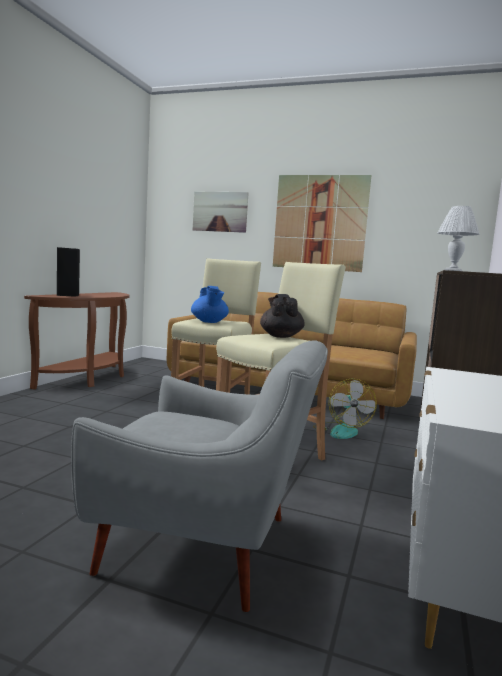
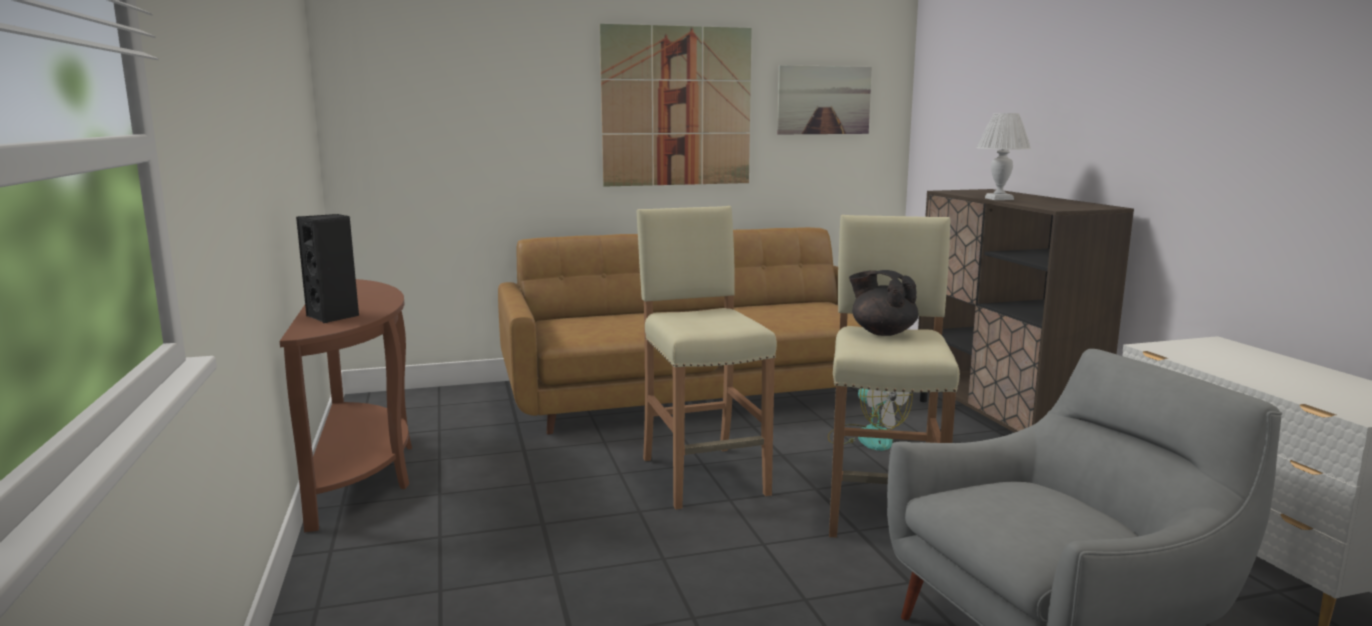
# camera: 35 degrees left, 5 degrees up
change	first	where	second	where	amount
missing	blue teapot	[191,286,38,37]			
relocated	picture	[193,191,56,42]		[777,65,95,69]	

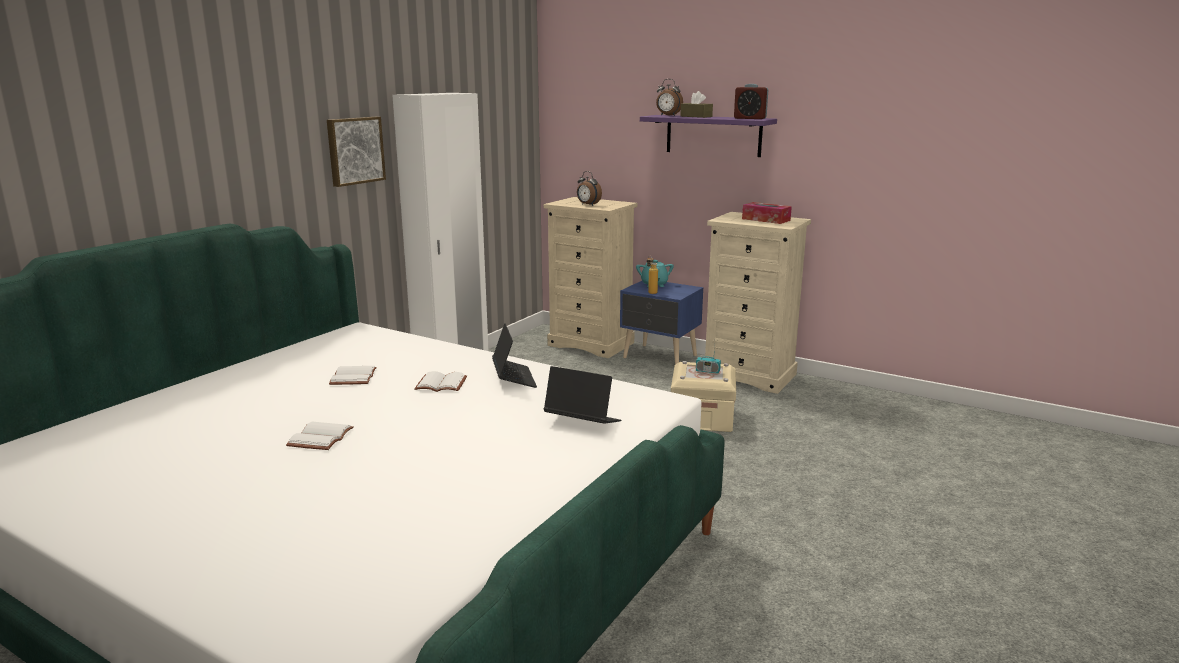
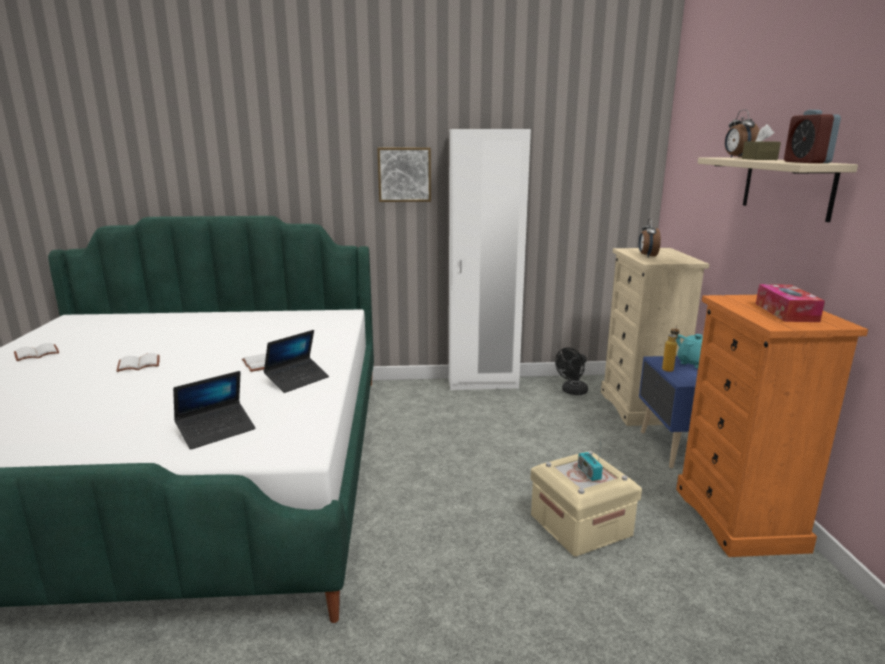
# camera: 55 degrees right, 0 degrees up
change	first	where	second	where	amount
appeared			black fan	[555,348,33,47]	
relocated	white book	[329,366,48,19]		[14,343,45,18]	
colour	purple shelf	[640,115,137,42]	beige shelf	[698,158,160,64]	
colour	beige dresser	[705,212,106,182]	orange dresser	[676,295,192,262]	
spun	laptop	[544,366,77,58]		[173,371,83,79]	60 degrees clockwise

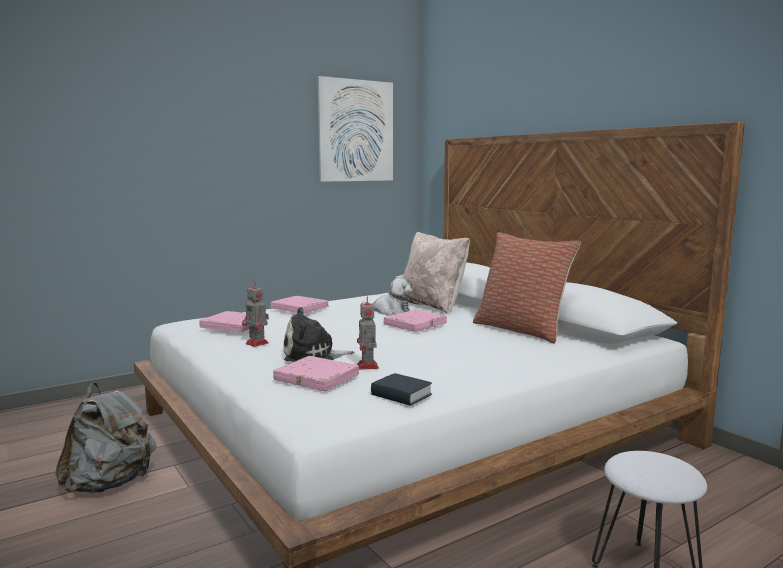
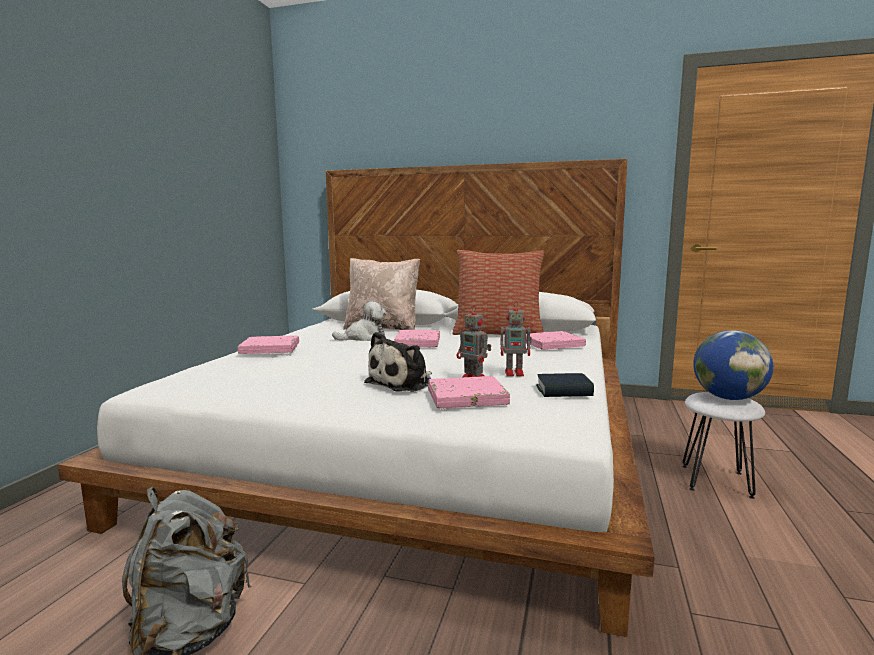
# camera: 40 degrees left, 0 degrees up
change	first	where	second	where	amount
missing	picture	[318,76,75,106]			
appeared			globe	[693,330,80,70]	
relocated	pink book	[199,311,68,21]		[526,331,60,19]	
relocated	toy robot	[242,280,27,67]		[500,301,32,75]	

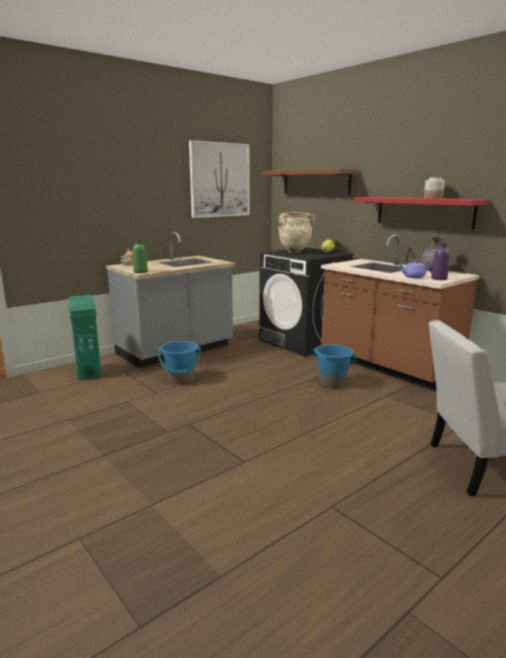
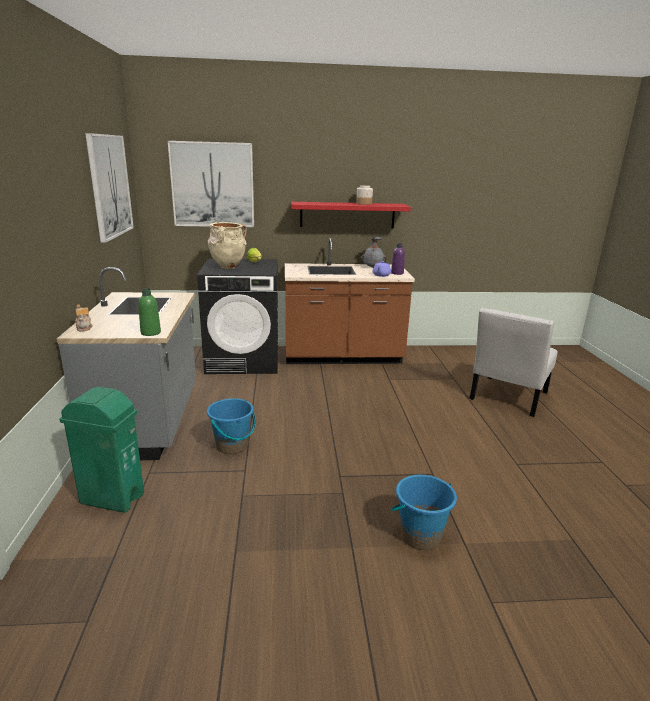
# camera: 55 degrees left, 5 degrees up
change	first	where	second	where	amount
relocated	blue bucket	[313,344,43,45]		[392,475,65,75]	
exchanged	brown shelf	[262,169,97,26]	picture	[168,141,86,86]	

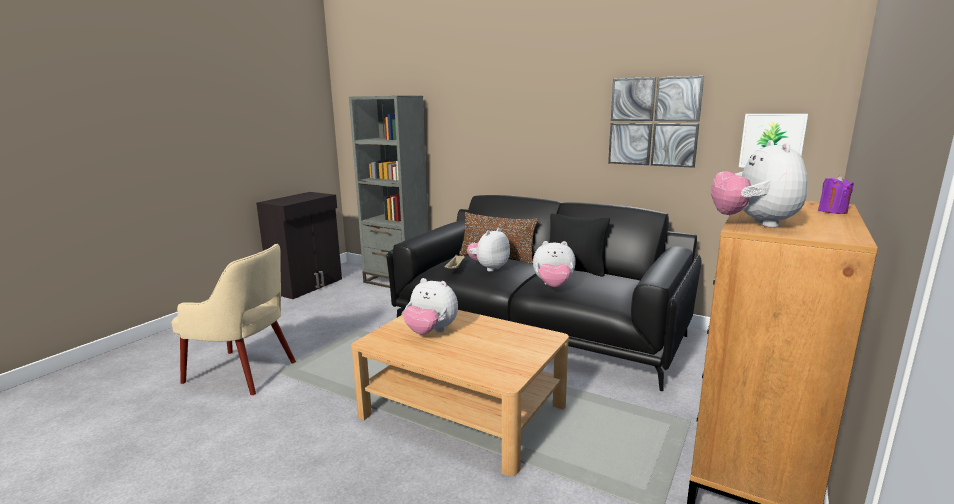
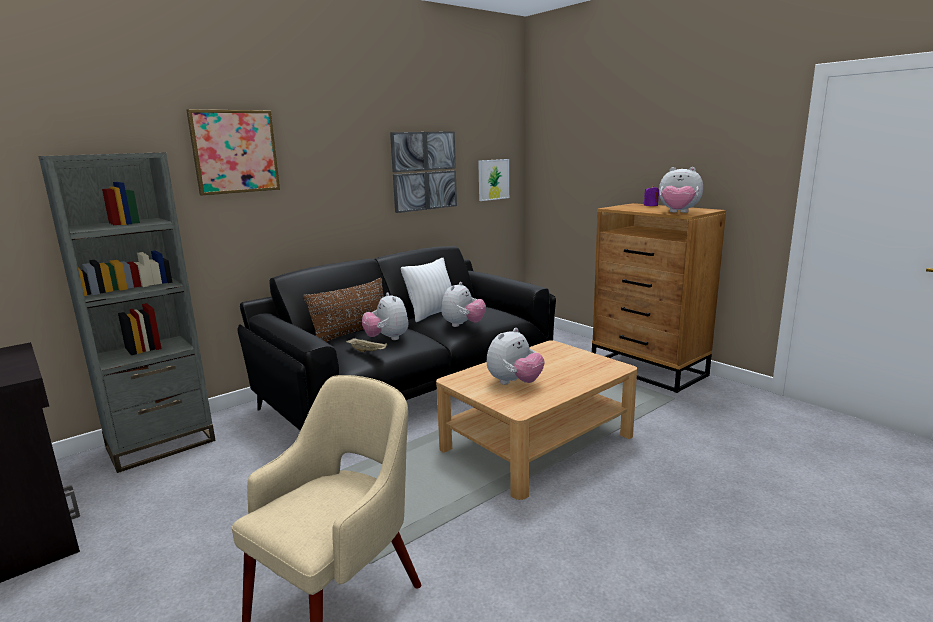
# camera: 70 degrees left, 0 degrees up
change	first	where	second	where	amount
appeared			picture	[186,109,94,86]	
colour	black pillow	[550,213,60,64]	white pillow	[401,258,51,64]	

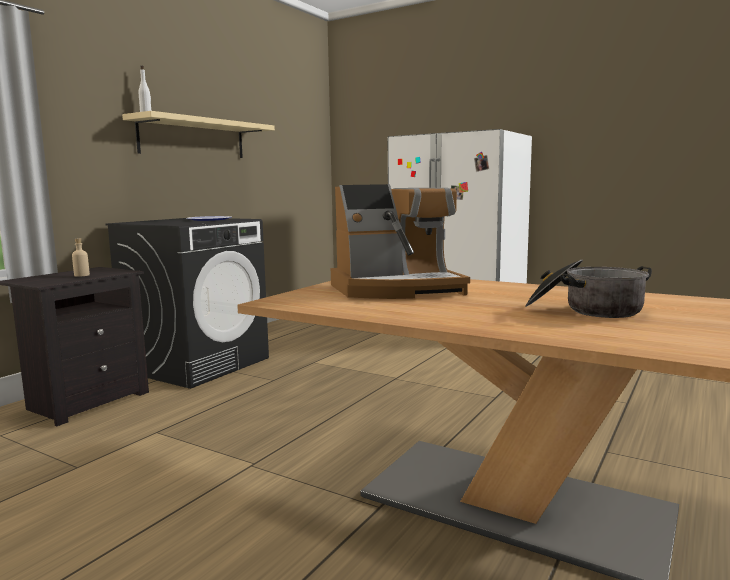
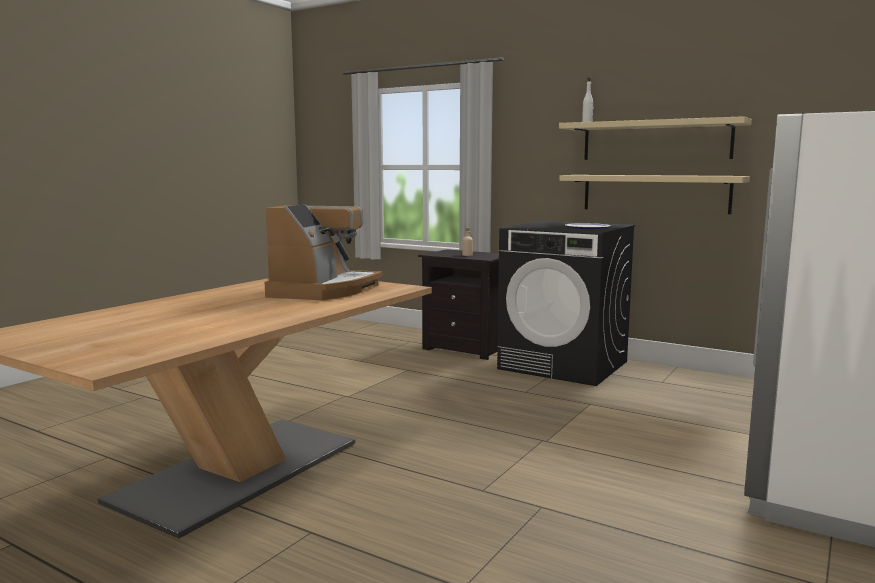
# camera: 90 degrees right, 0 degrees up
change	first	where	second	where	amount
missing	cooking pot	[525,260,127,58]			
appeared			beige shelf	[559,175,191,39]	
spun	coffee machine	[331,184,139,115]		[265,204,118,96]	150 degrees counterclockwise

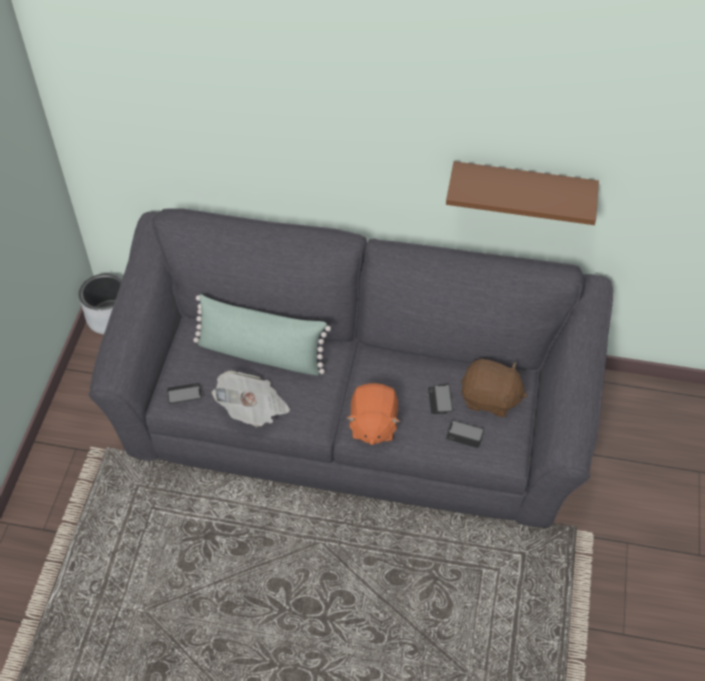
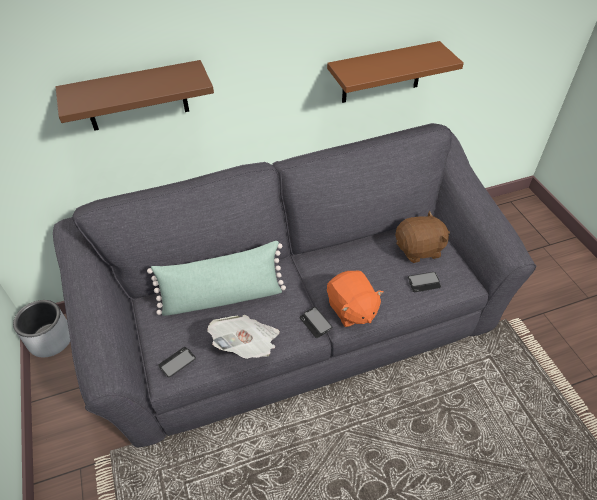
# camera: 30 degrees left, 5 degrees down
change	first	where	second	where	amount
appeared			brown shelf	[56,60,158,71]	
relocated	phone	[428,384,25,30]		[299,307,33,31]	

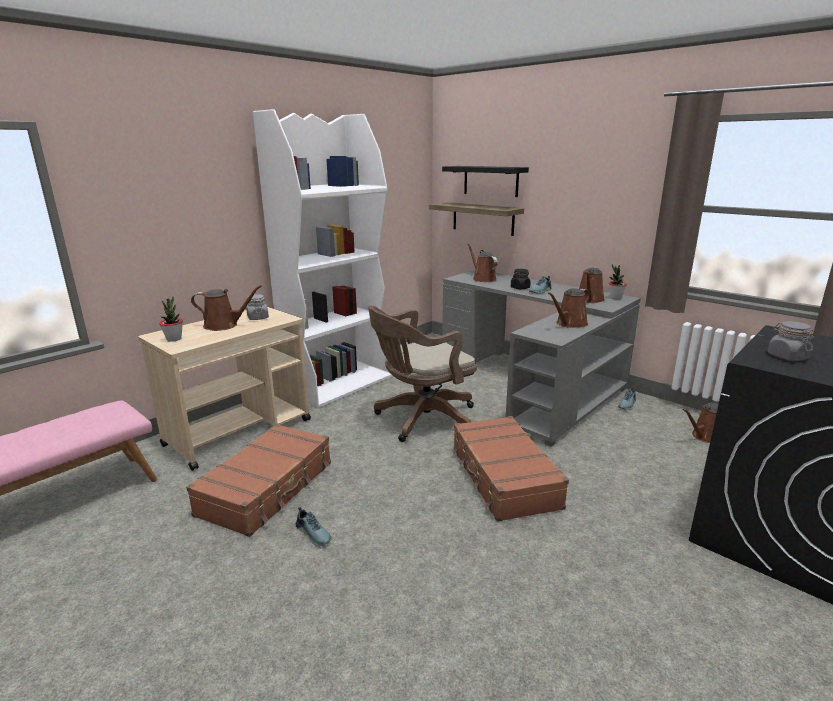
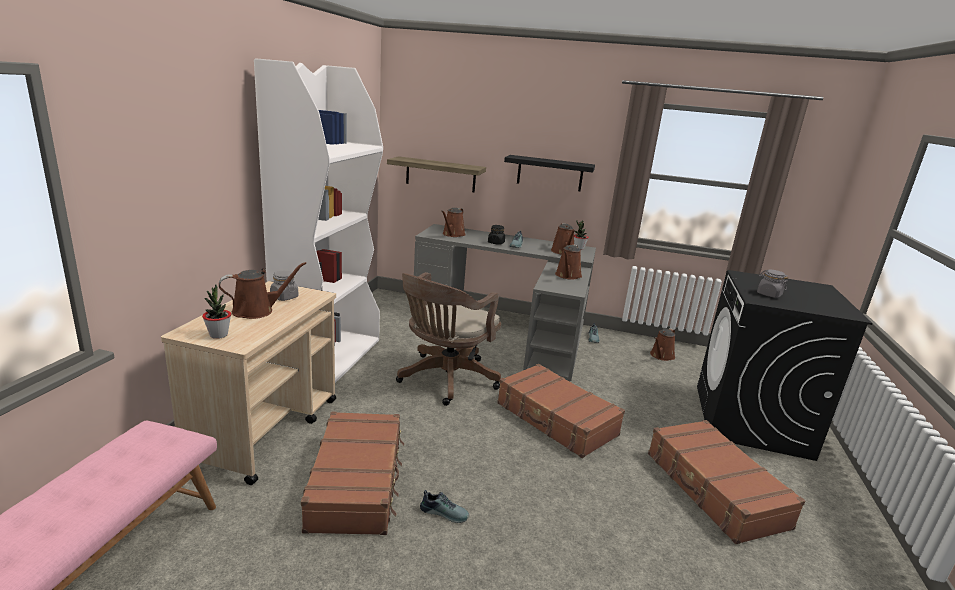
# camera: 30 degrees left, 0 degrees up
change	first	where	second	where	amount
appeared			brown suitcase	[648,420,157,124]	
relocated	black shelf	[442,166,87,31]		[504,155,91,36]	
spun	brown watering can	[467,244,31,38]		[441,208,25,29]	105 degrees counterclockwise

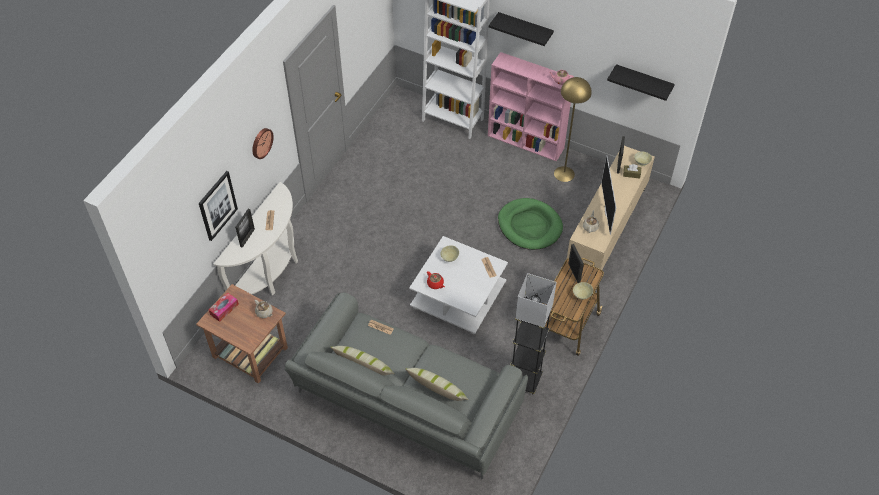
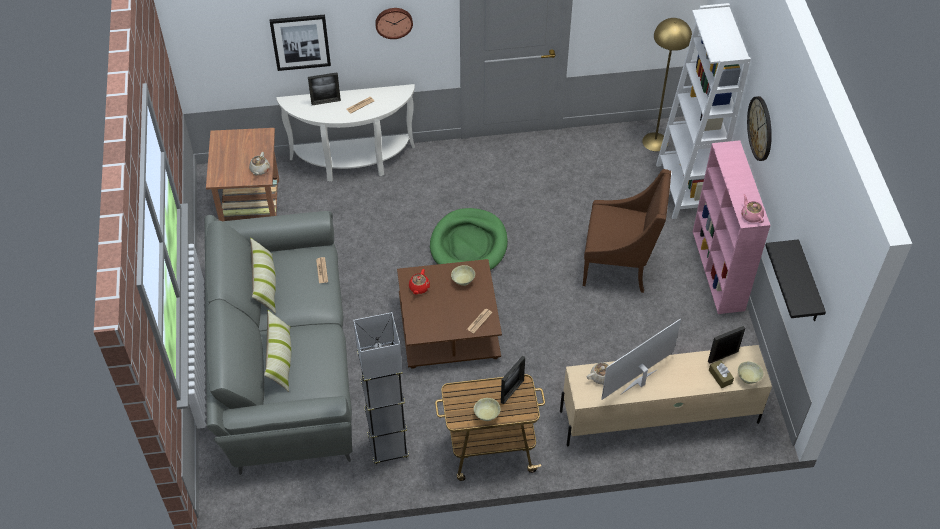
# camera: 55 degrees right, 0 degrees up
change	first	where	second	where	amount
missing	tissue box	[208,292,31,30]			
appeared			brown armchair	[583,169,88,124]	
relocated	green dog bed	[498,198,65,52]		[430,208,78,62]	
relocated	yellow floor lamp	[554,77,38,105]		[642,18,50,133]	
exchanged	black shelf	[489,12,65,34]	wall clock	[747,96,25,65]	
colour	white coffee table	[409,236,99,98]	brown coffee table	[397,259,105,110]	

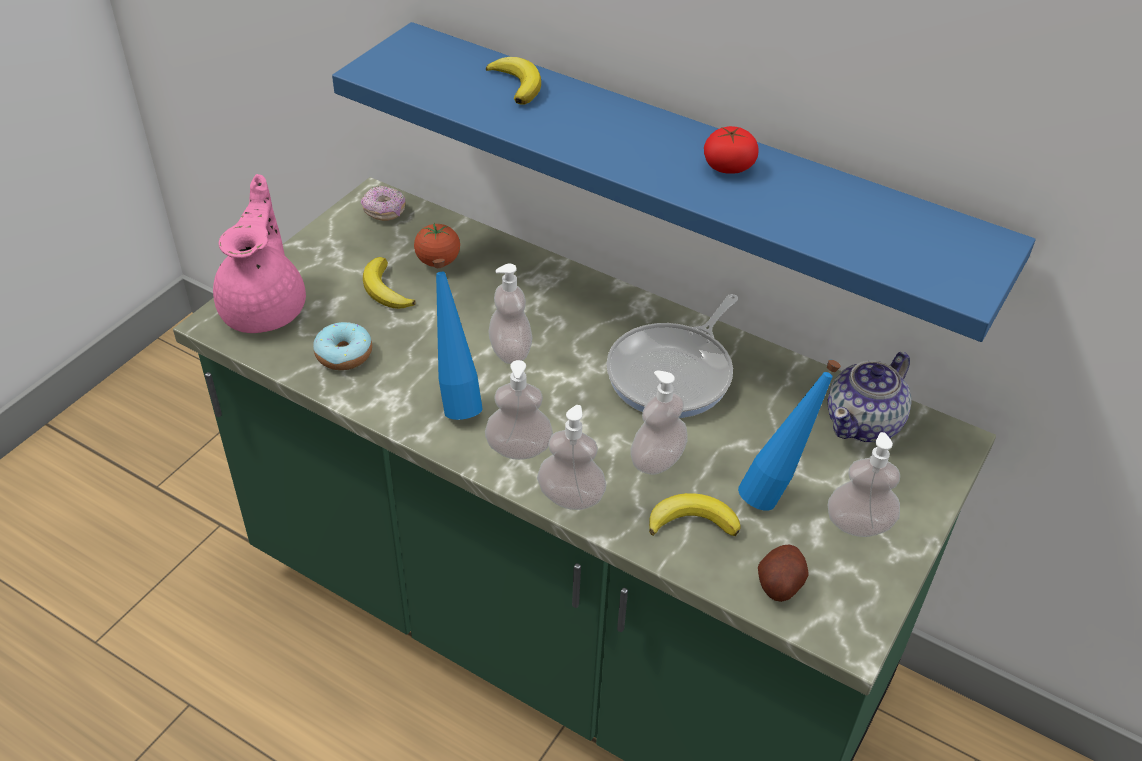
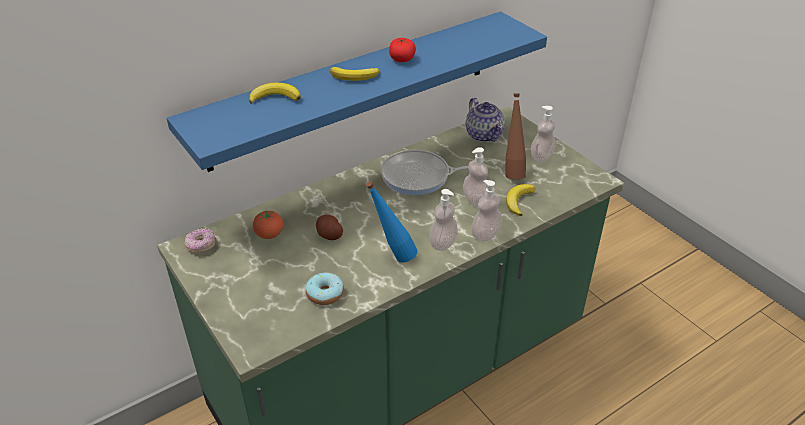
# camera: 65 degrees left, 5 degrees down
change	first	where	second	where	amount
missing	pink teapot	[213,174,93,159]			
missing	soap dispenser	[488,264,45,100]			
relocated	banana	[363,257,53,52]		[330,67,49,14]	
relocated	potato	[758,545,50,57]		[316,215,27,25]	
colour	blue bottle	[738,359,103,152]	brown bottle	[506,93,20,86]	
spun	frying pan	[606,294,132,124]		[381,150,88,45]	120 degrees clockwise

